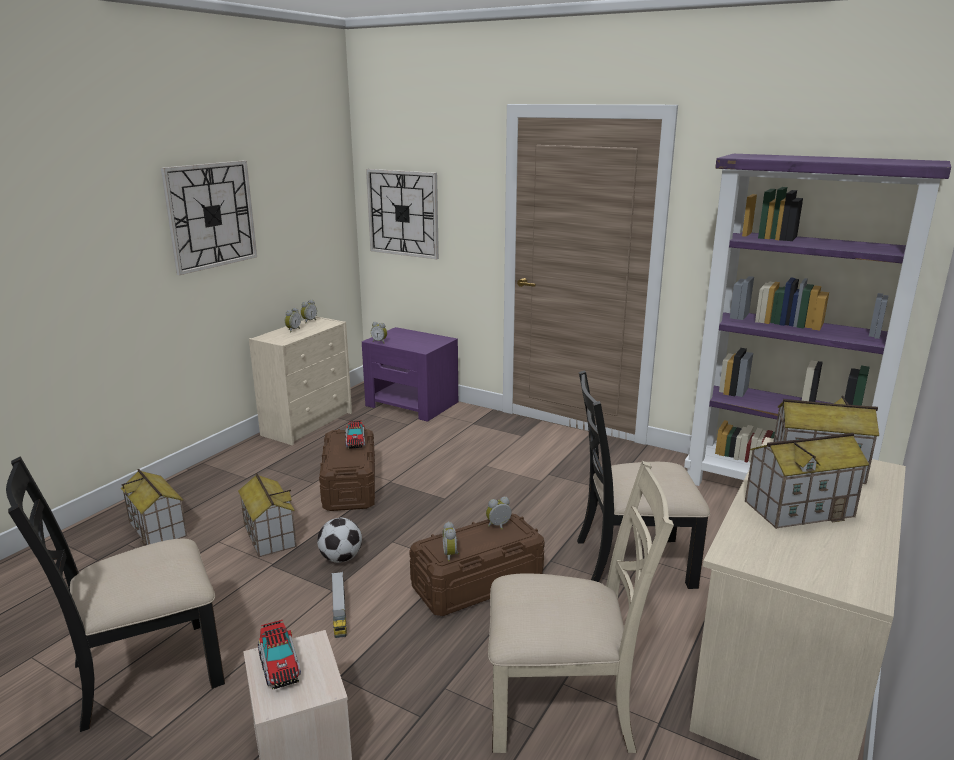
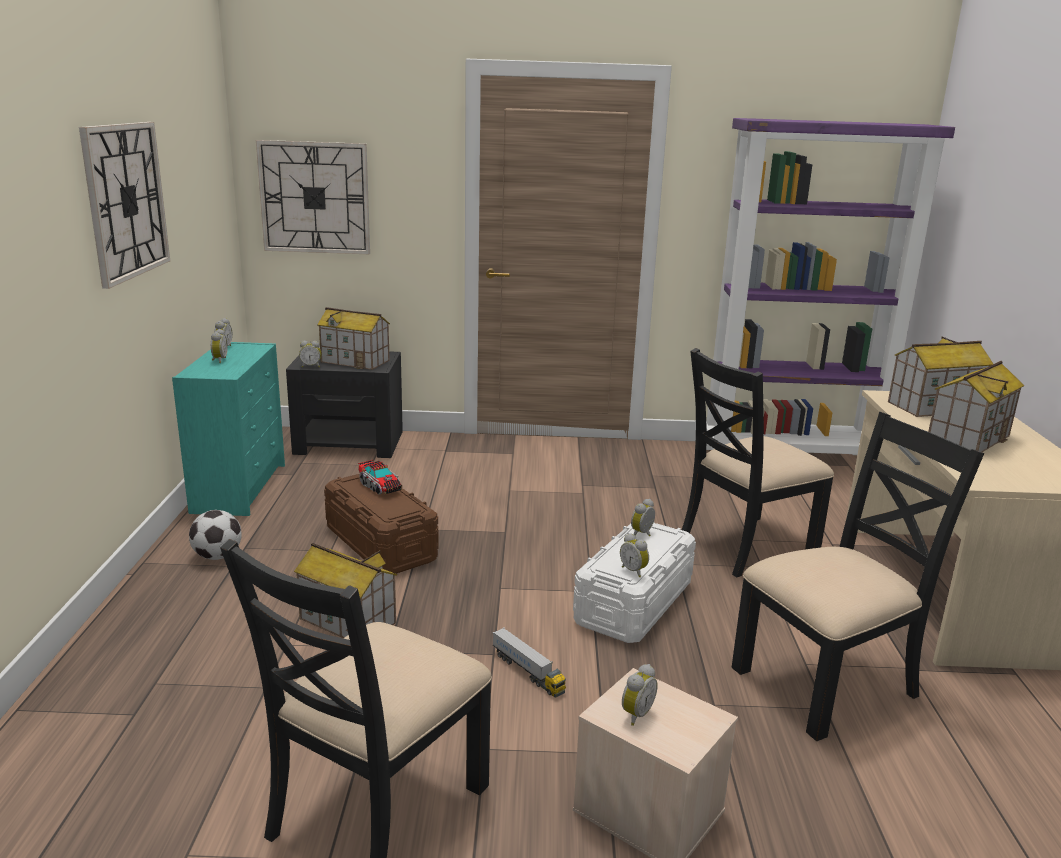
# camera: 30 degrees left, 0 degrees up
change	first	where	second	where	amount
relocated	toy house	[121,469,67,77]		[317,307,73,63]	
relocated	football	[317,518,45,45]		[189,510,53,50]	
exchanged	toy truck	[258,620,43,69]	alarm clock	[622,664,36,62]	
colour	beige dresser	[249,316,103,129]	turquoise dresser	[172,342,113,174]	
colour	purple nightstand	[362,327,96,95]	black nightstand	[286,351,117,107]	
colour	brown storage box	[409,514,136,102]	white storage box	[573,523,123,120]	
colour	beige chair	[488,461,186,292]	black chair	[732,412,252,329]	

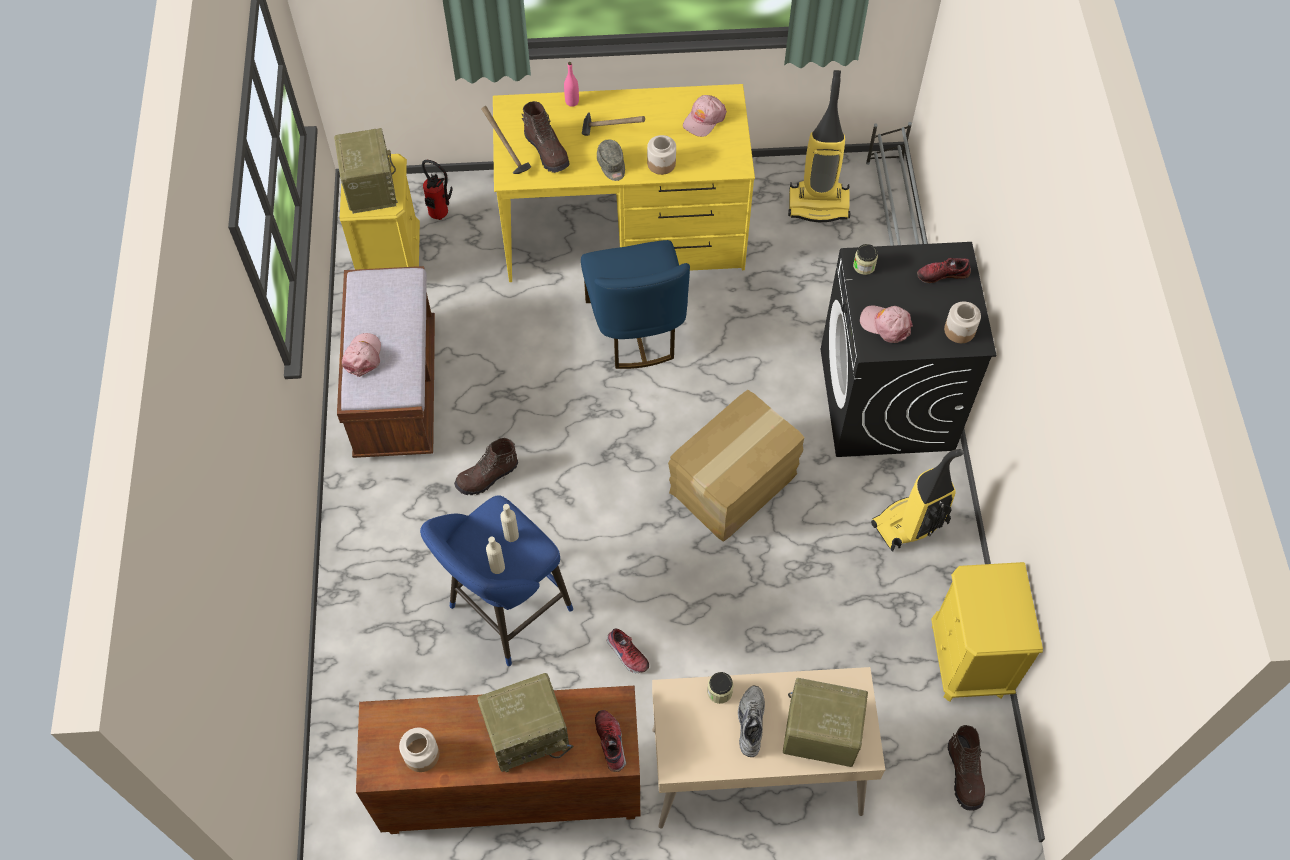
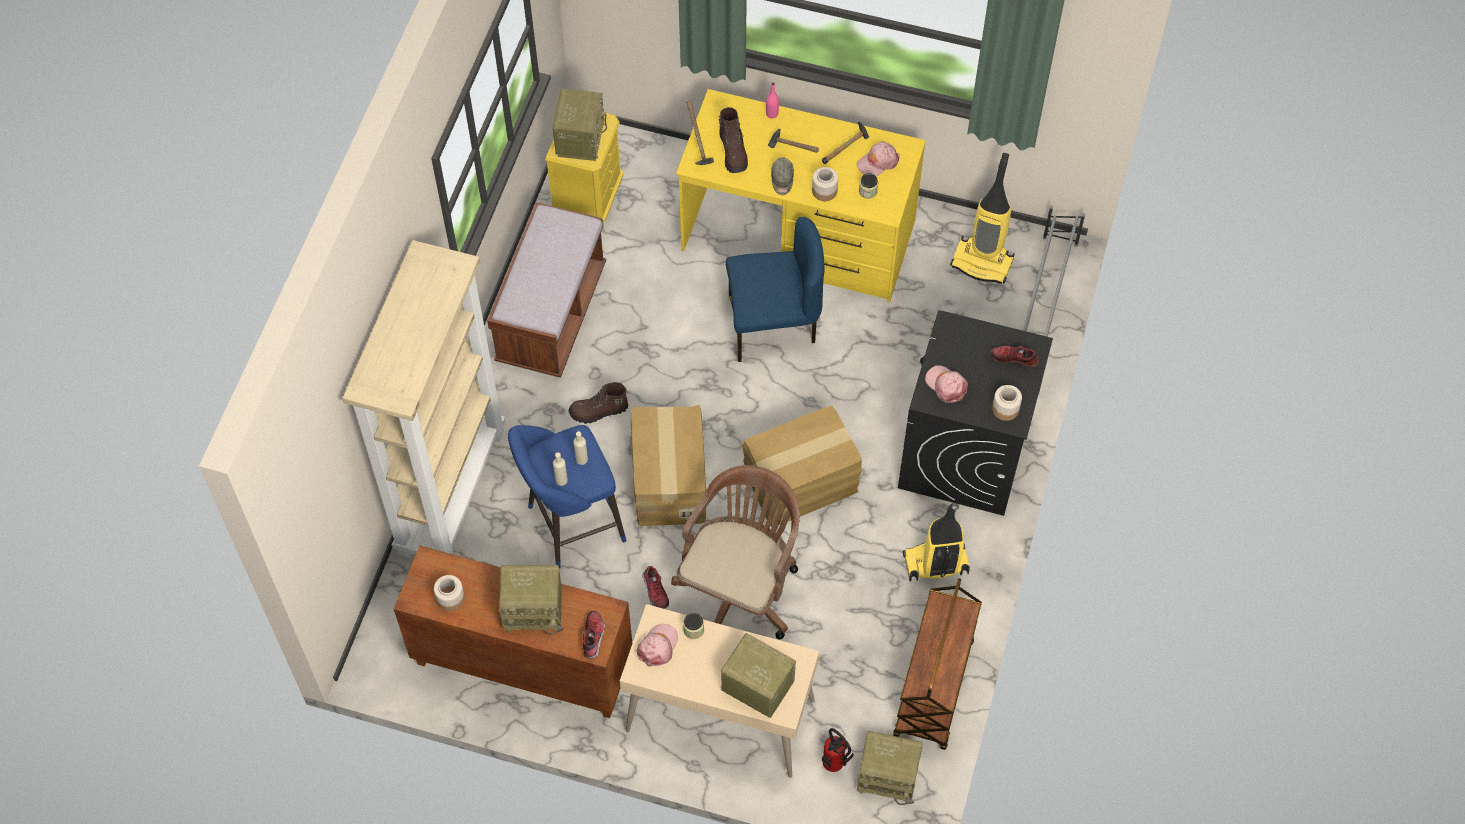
# camera: 20 degrees right, 0 degrees up
change	first	where	second	where	amount
missing	grey shoe	[738,686,27,71]			
appeared			beige bookcase	[342,240,164,317]	
appeared			cardboard box	[631,405,75,121]	
appeared			brown office chair	[671,465,129,175]	
appeared			hammer	[822,122,47,42]	
relocated	pink cap	[342,333,39,44]		[636,624,42,43]	
relocated	fire extinguisher	[422,160,31,60]		[822,728,32,44]	
relocated	jar	[853,244,25,31]		[859,173,19,26]	
exchanged	yellow nightstand	[931,562,112,140]	brown cart	[893,578,89,172]	
exchanged	brown boot	[948,725,37,86]	radio	[857,731,66,74]	
spun	blue chair	[581,240,109,129]		[726,217,98,145]	105 degrees counterclockwise

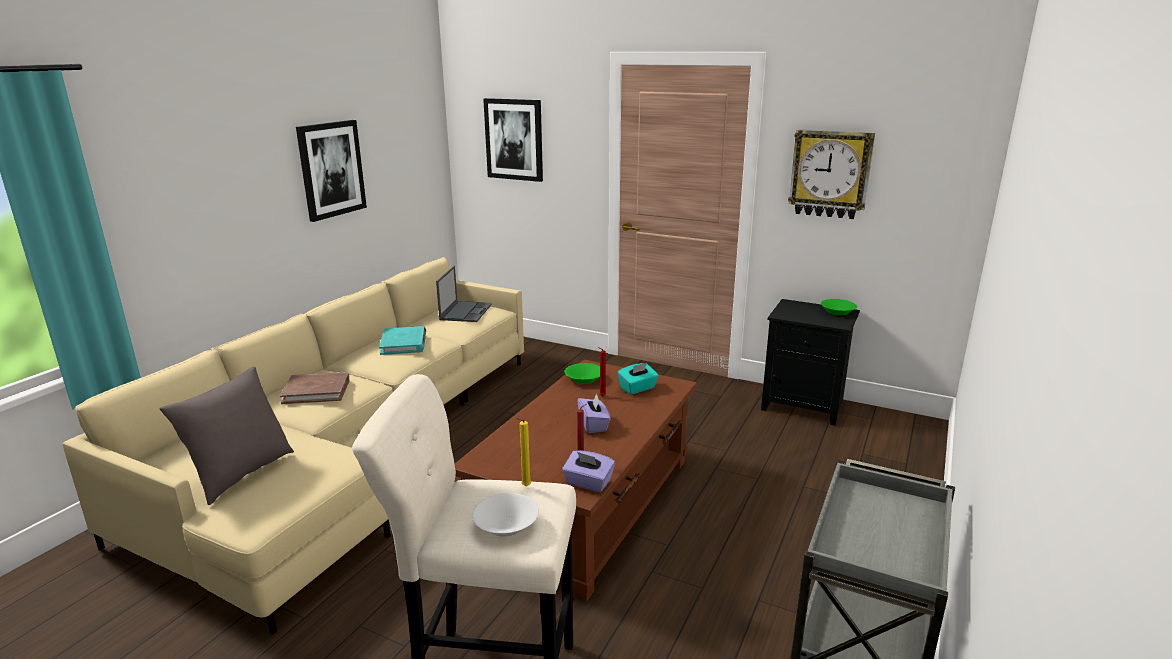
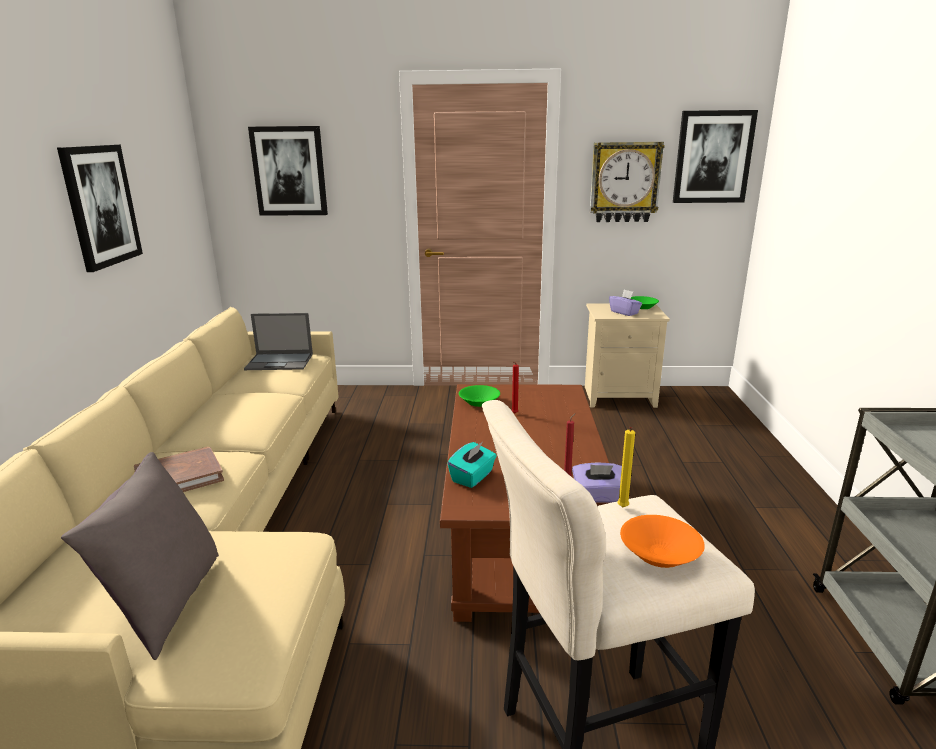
# camera: 25 degrees left, 0 degrees up
change	first	where	second	where	amount
missing	turquoise book	[379,326,47,29]			
appeared			picture	[673,110,85,93]	
relocated	purple tissue box	[577,393,34,40]		[609,290,33,26]	
relocated	turquoise tissue box	[617,363,42,32]		[447,442,50,46]	
colour	white bowl	[472,493,67,43]	orange bowl	[620,515,85,53]	
colour	black nightstand	[761,299,99,127]	beige nightstand	[585,303,85,105]	
spun	laptop	[436,266,56,56]		[244,313,69,57]	105 degrees clockwise

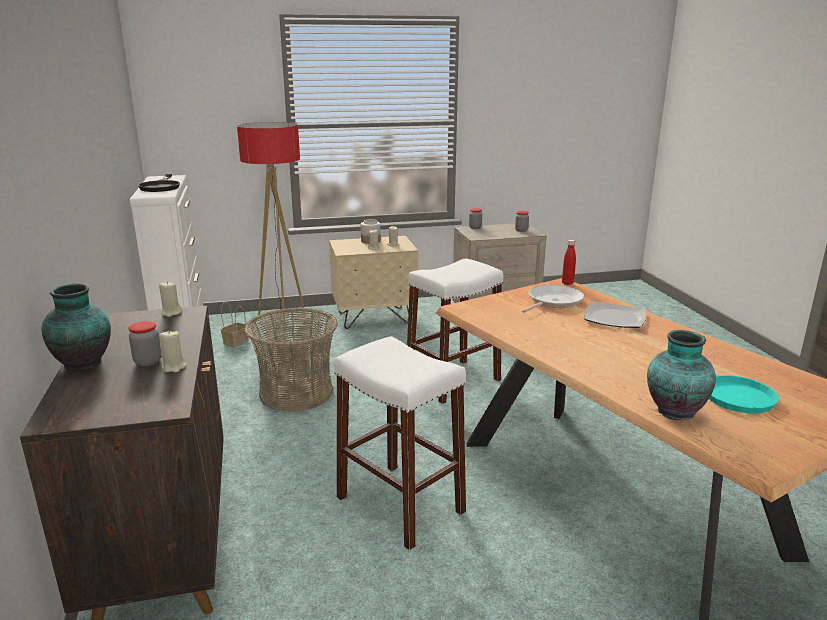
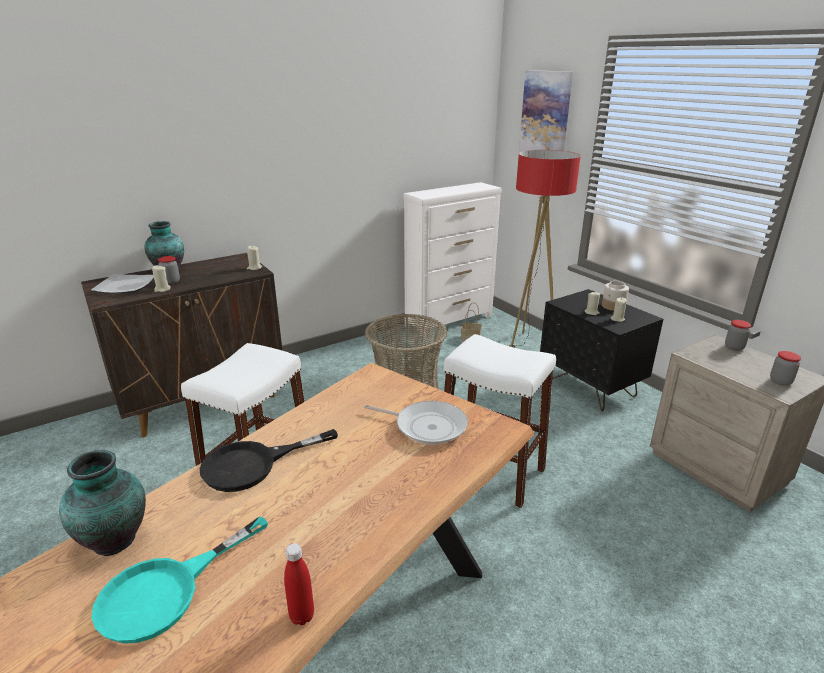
# camera: 70 degrees right, 5 degrees up
change	first	where	second	where	amount
appeared			picture	[519,70,54,81]	
relocated	black frying pan	[138,174,42,18]		[200,429,138,63]	
relocated	red bottle	[562,240,14,45]		[284,543,30,82]	
relocated	plate	[584,301,62,27]		[91,274,63,19]	
colour	beige nightstand	[329,236,89,93]	black nightstand	[540,289,123,122]	

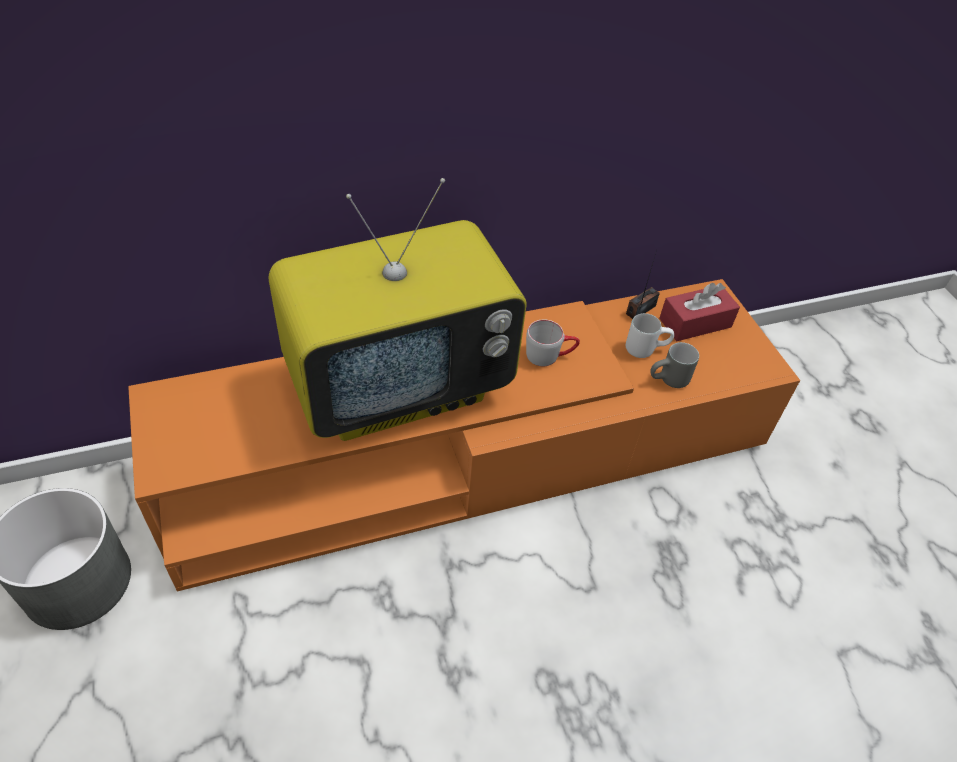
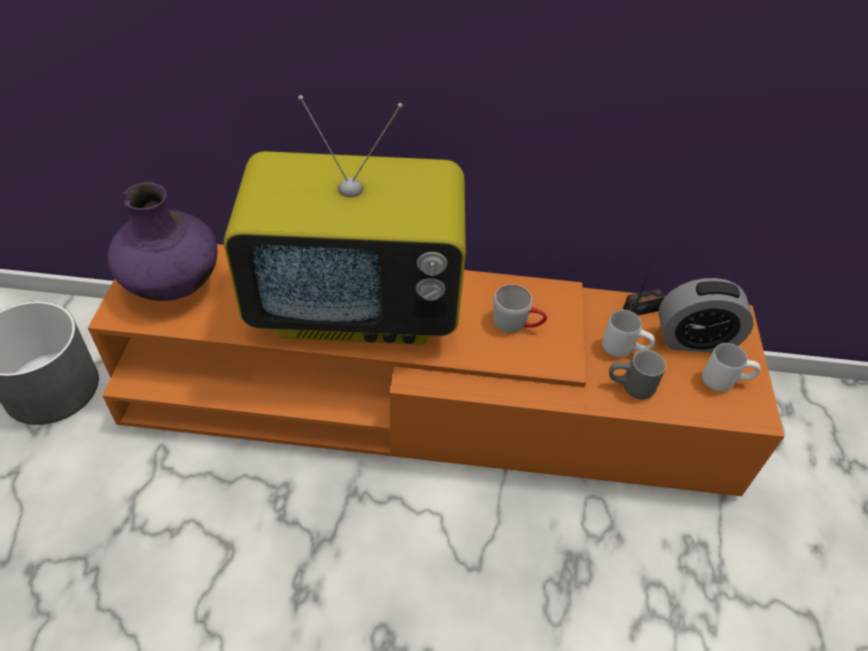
# camera: 25 degrees right, 0 degrees up
change	first	where	second	where	amount
appeared			purple vase	[108,182,109,119]	
appeared			white mug	[702,343,59,49]	
exchanged	red tissue box	[659,283,81,58]	alarm clock	[658,278,96,75]	

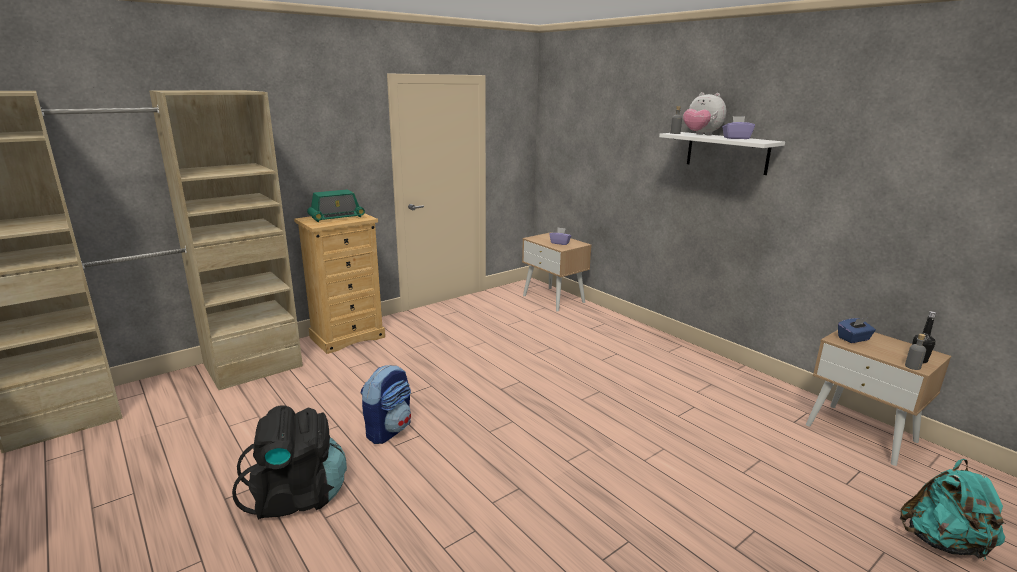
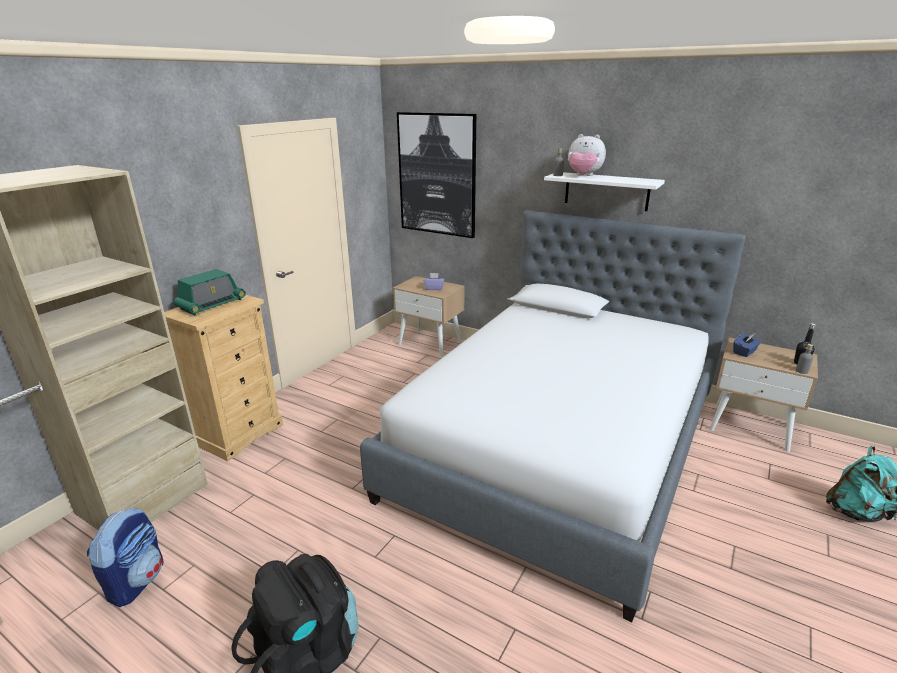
# camera: 20 degrees left, 5 degrees up
change	first	where	second	where	amount
missing	purple tissue box	[722,116,33,23]			
appeared			bed	[360,210,386,412]	
appeared			picture	[397,112,79,126]	
relocated	backpack	[360,365,51,79]		[87,508,77,99]	

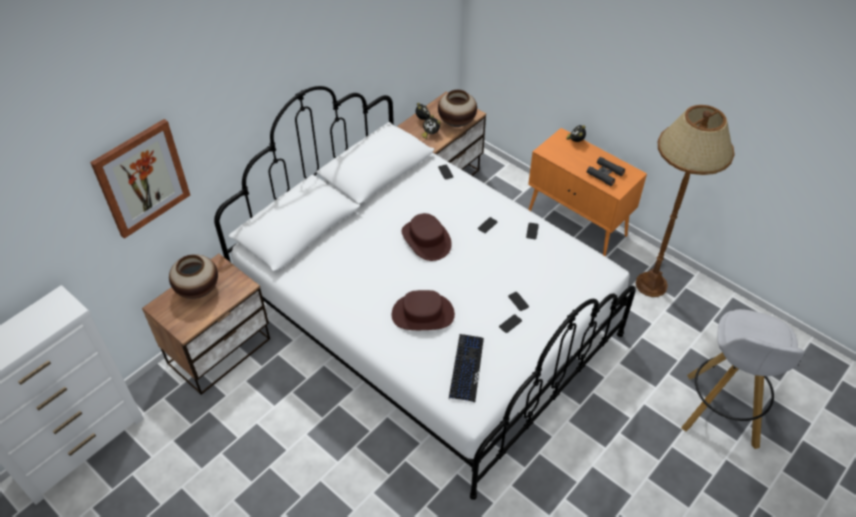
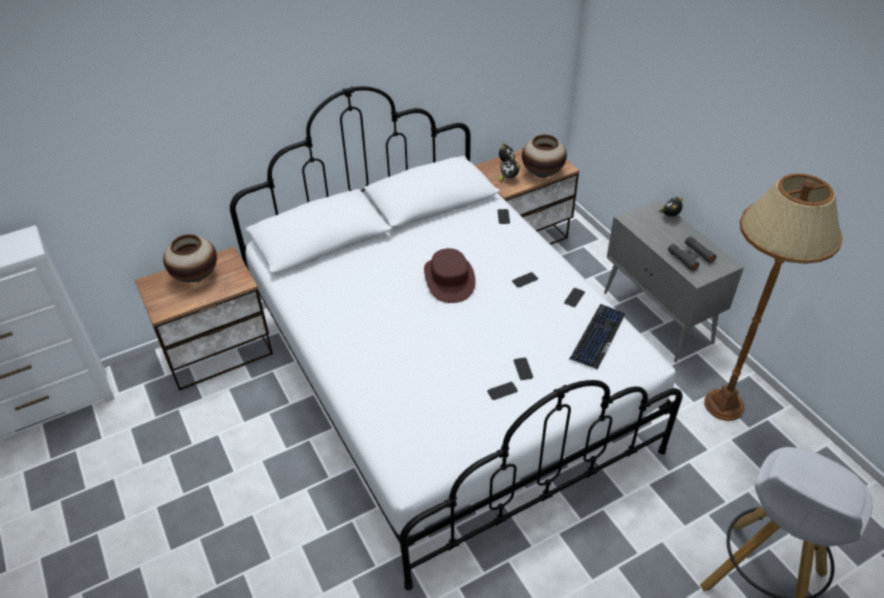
# camera: 20 degrees right, 5 degrees down
change	first	where	second	where	amount
missing	picture	[90,119,100,120]			
missing	brown hat	[392,290,63,40]			
relocated	keyboard	[449,334,35,68]		[569,304,56,66]	
colour	orange cabinet	[528,128,119,129]	grey cabinet	[604,199,140,164]	

